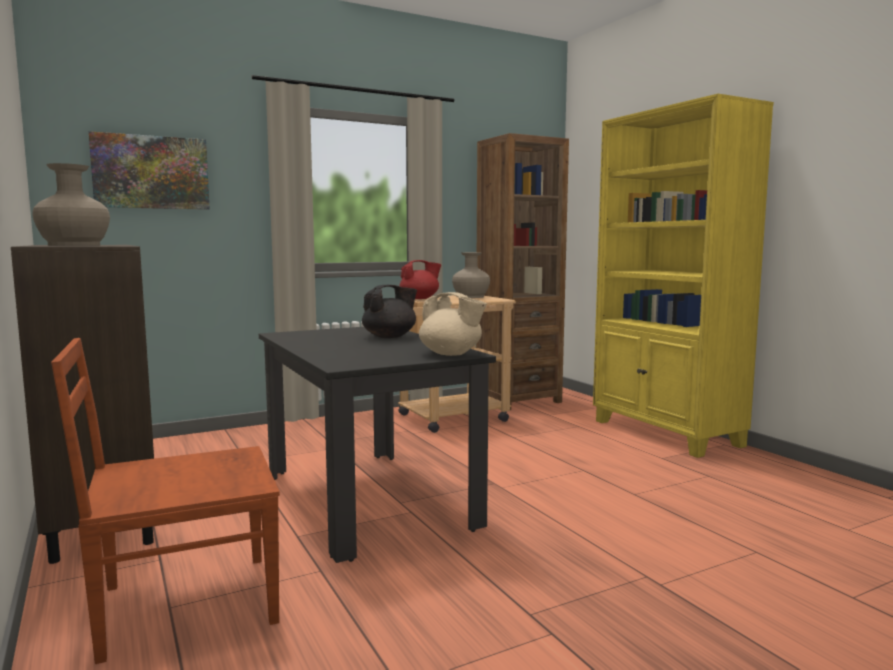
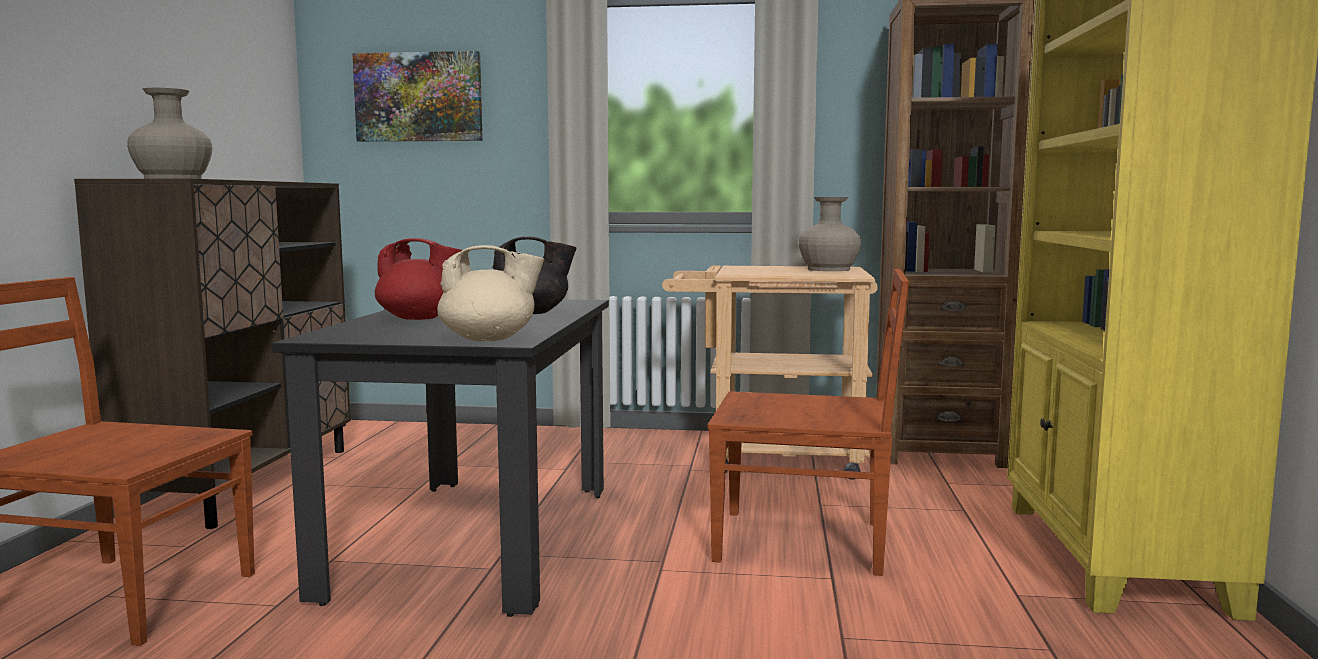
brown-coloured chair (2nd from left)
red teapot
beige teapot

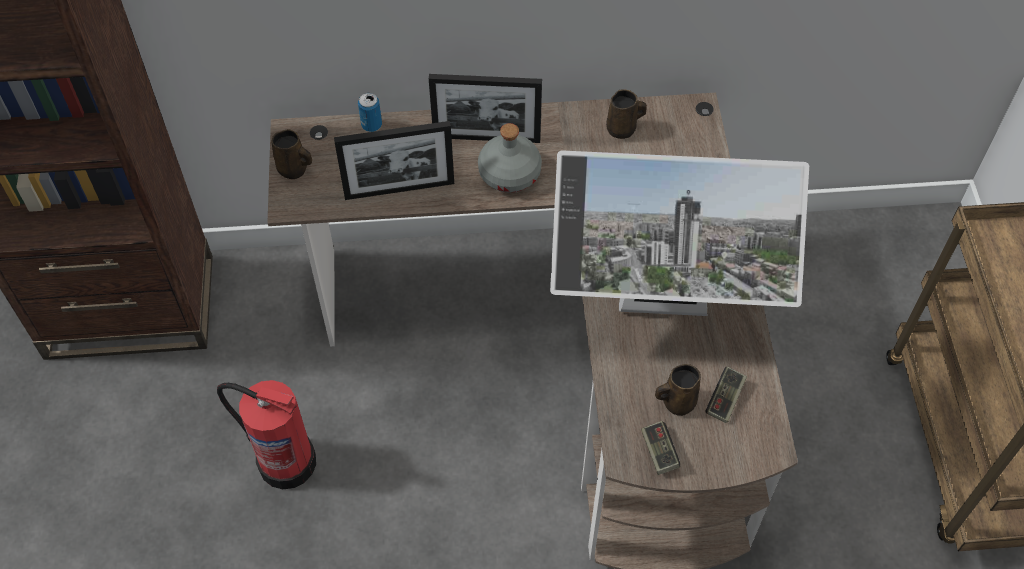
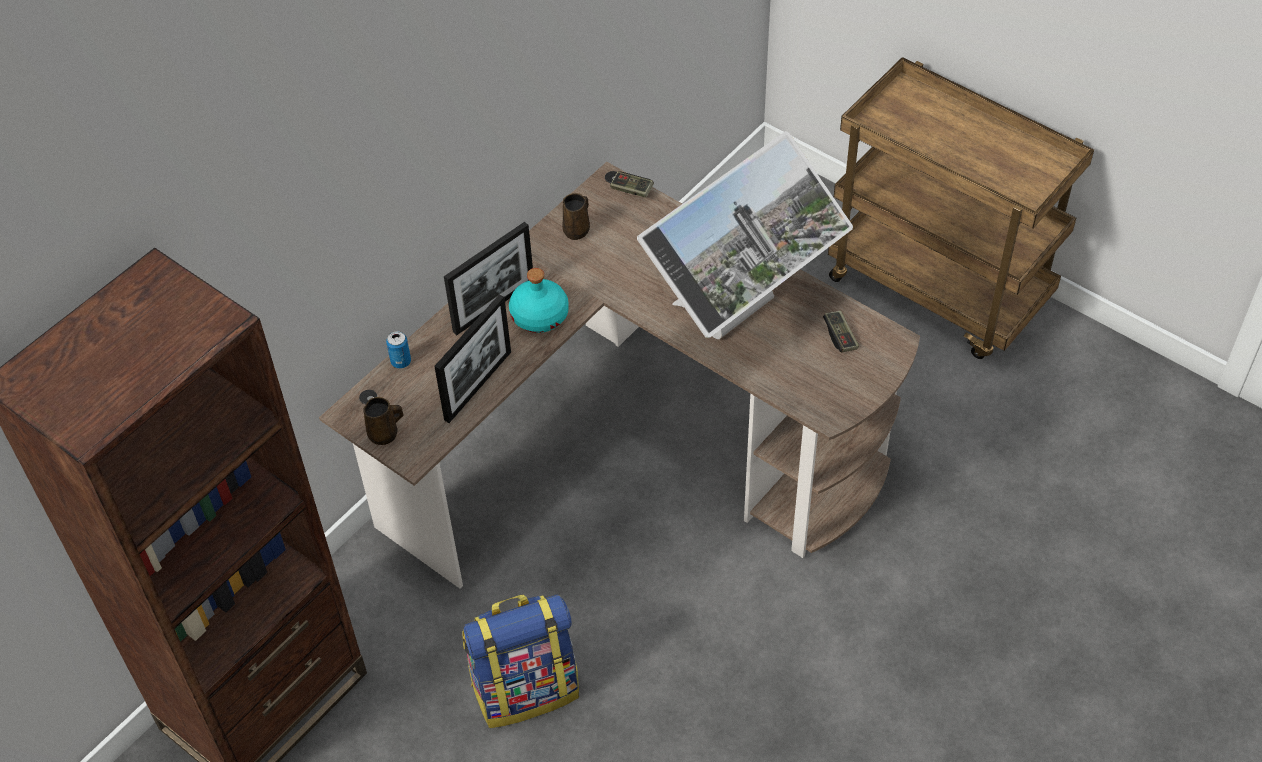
brown-coloured mug (3rd from left in the first image)
joypad (1st from left)
rucksack
turquoise bottle

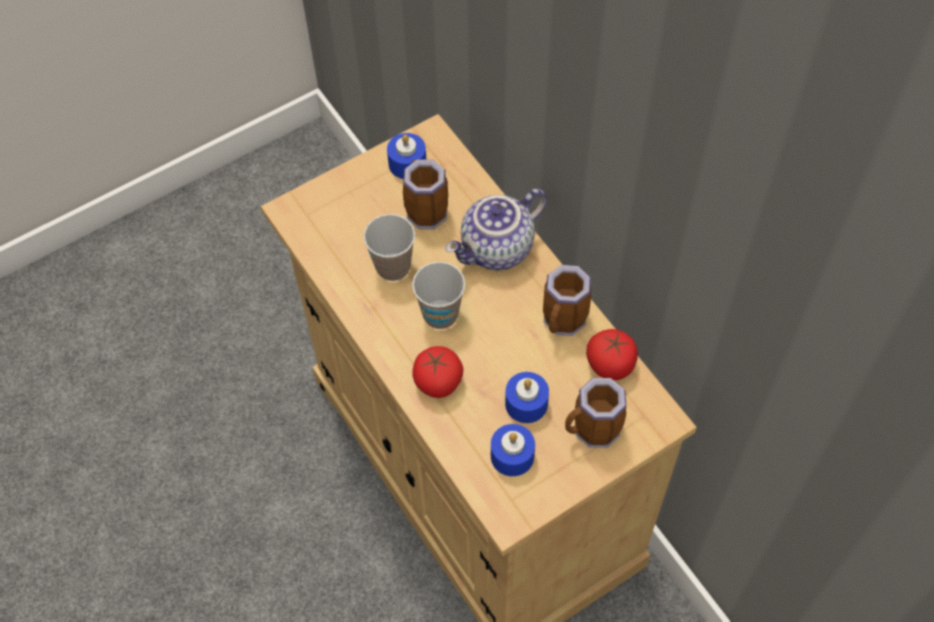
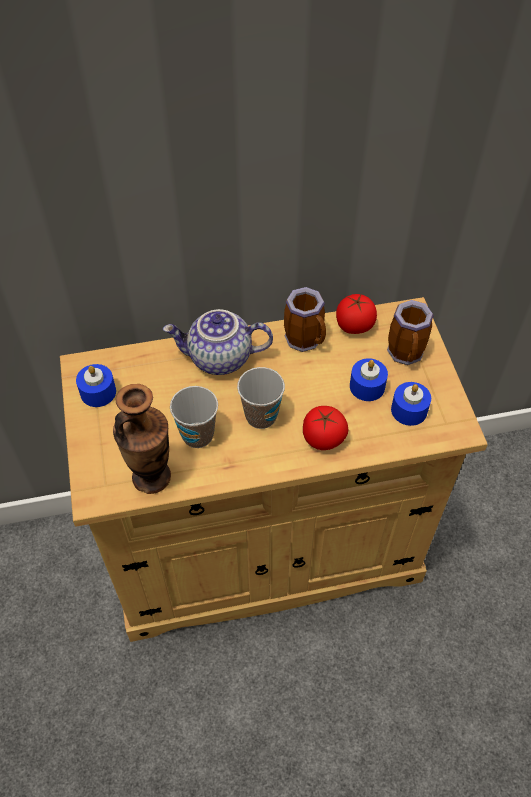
mug (1st from left in the first image)
decorative vase
teapot

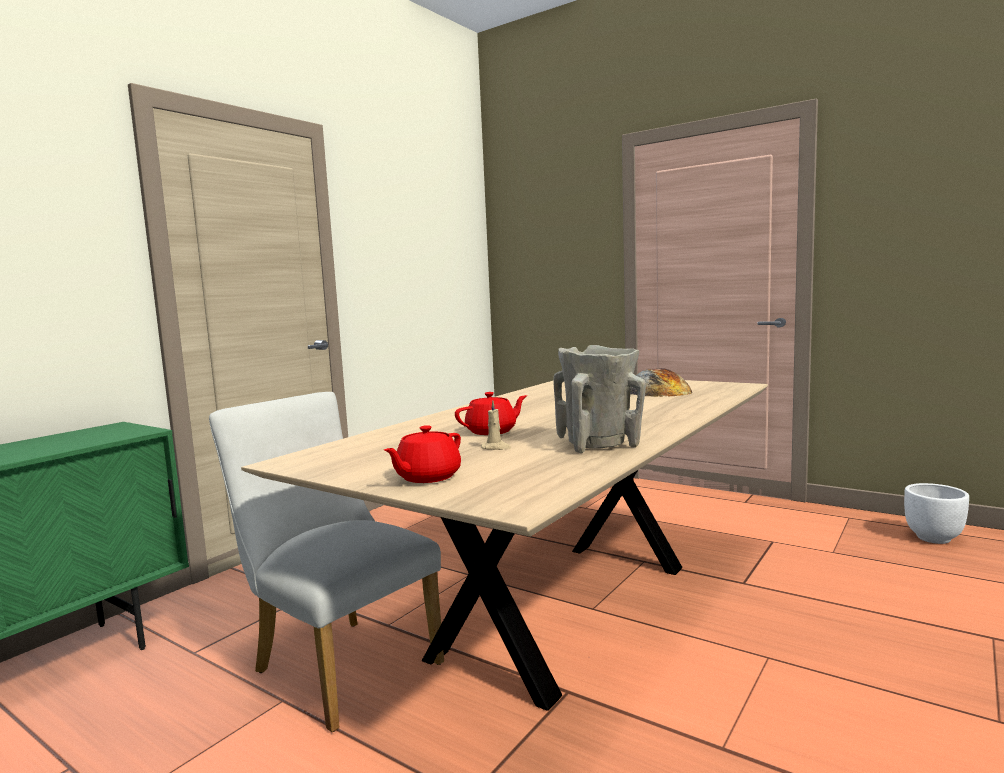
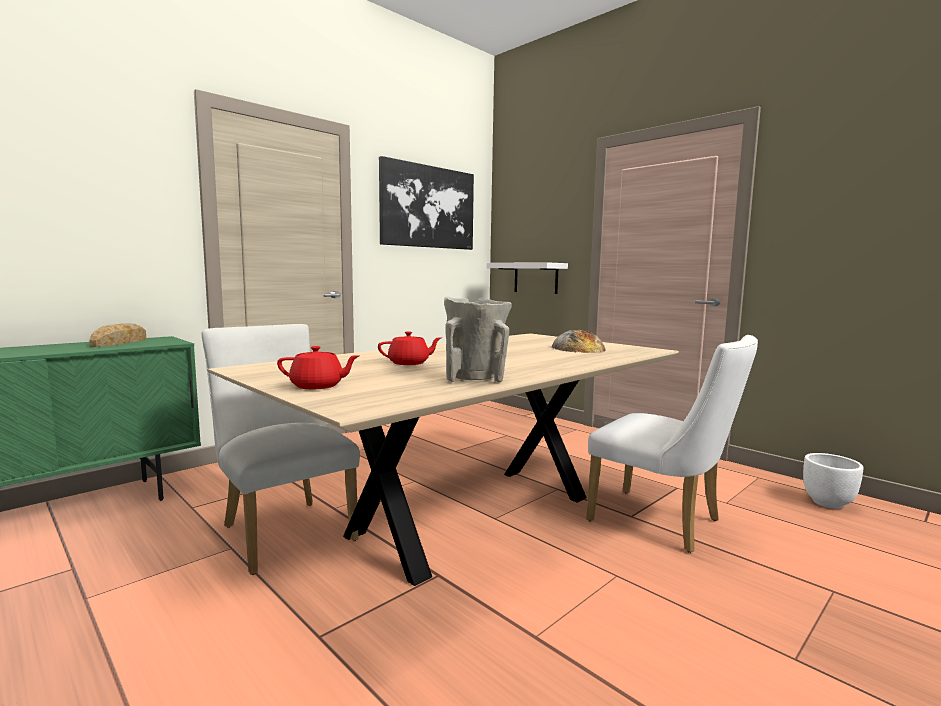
beige candle
bakery bread (1st from left)
picture
whitish shelf
whitish chair (2nd from left)
red teapot (1st from left)

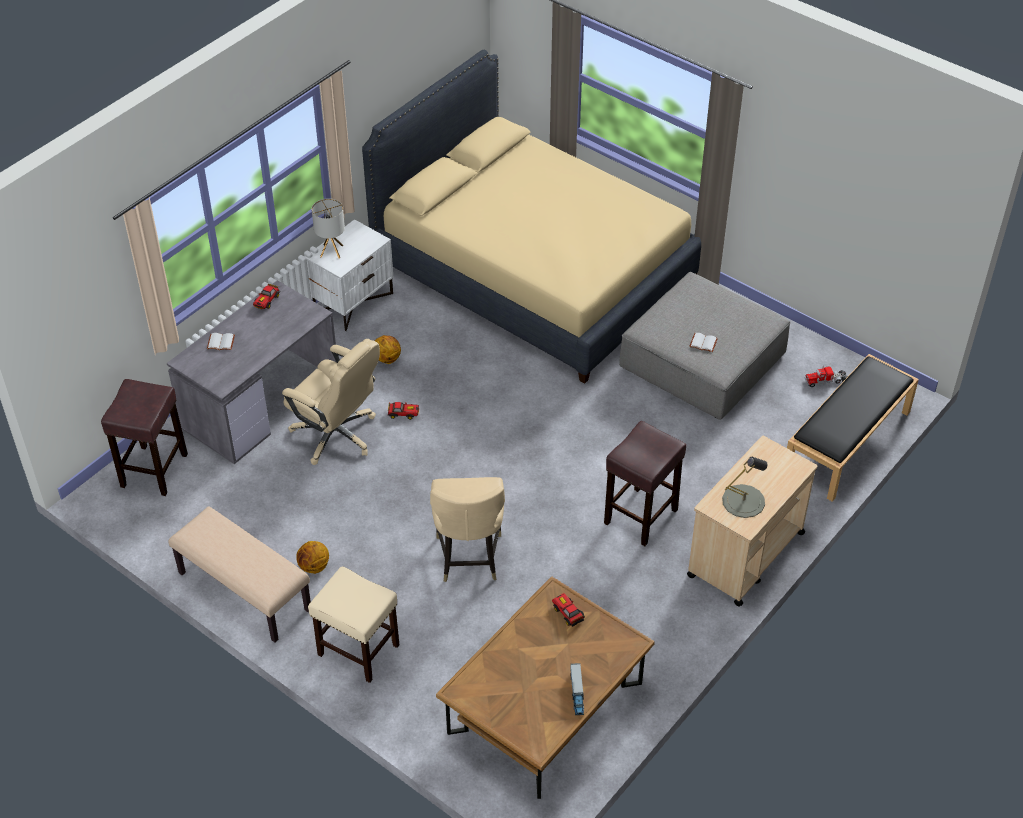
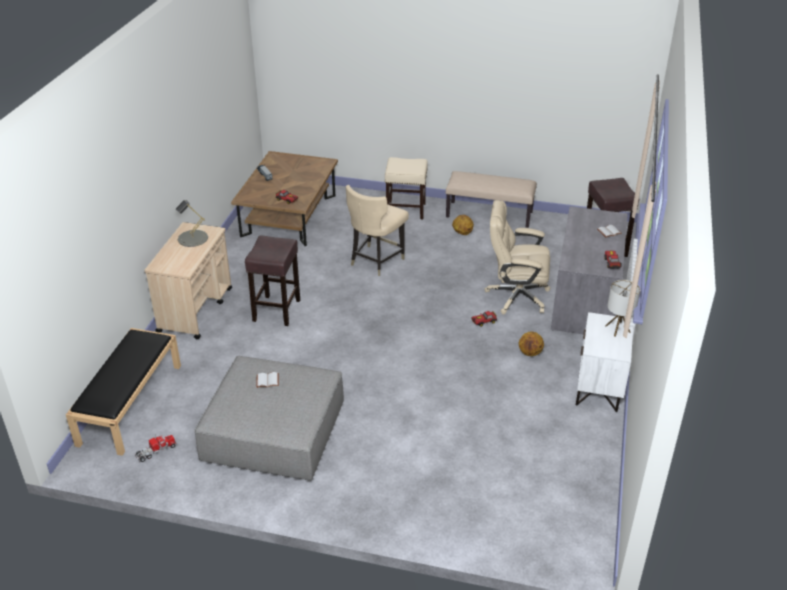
beige sleeping bed
beige chair

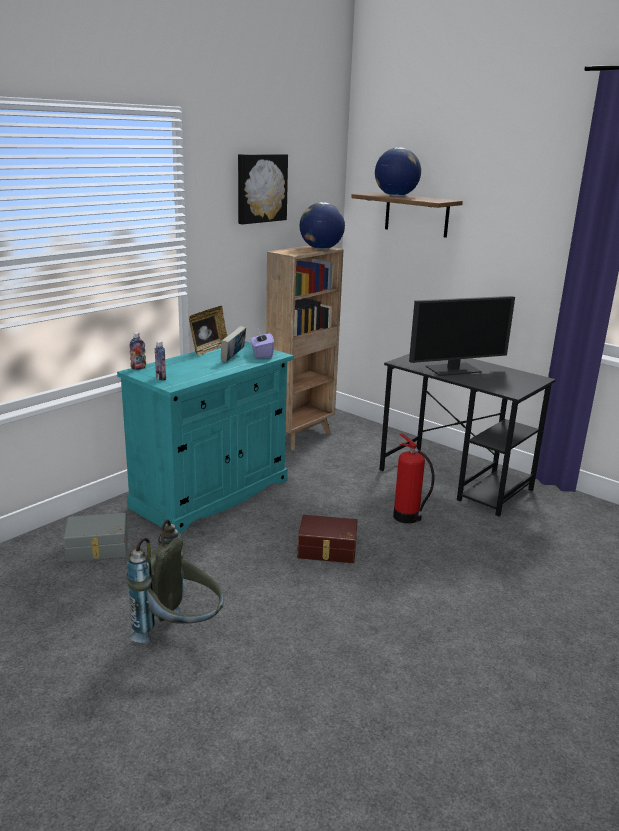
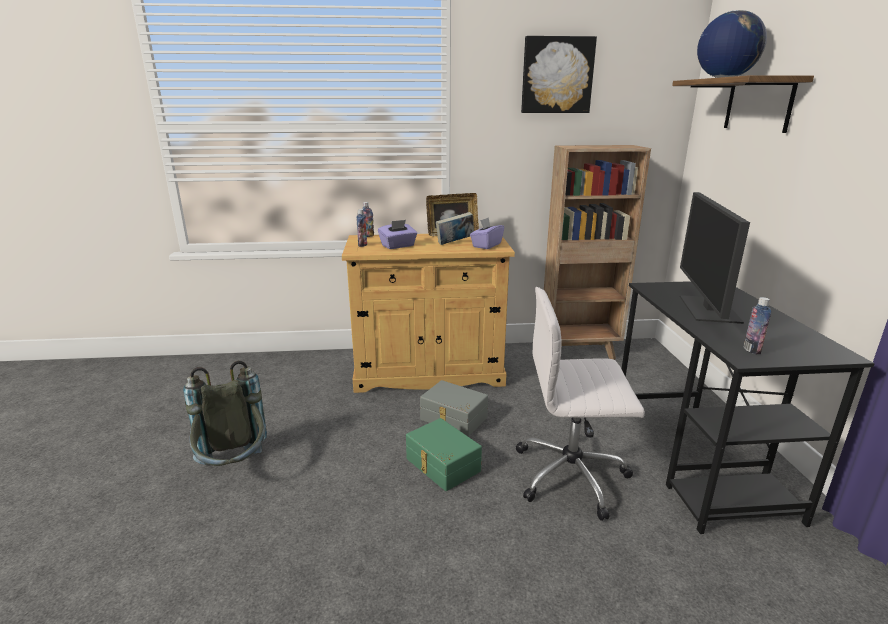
globe (1st from left in the first image)
purple-coloured box of tissues (1st from left)
bottle (3rd from left)
gray storage container
whitish computer chair
beige cupboard
green-coloured storage container
computer display

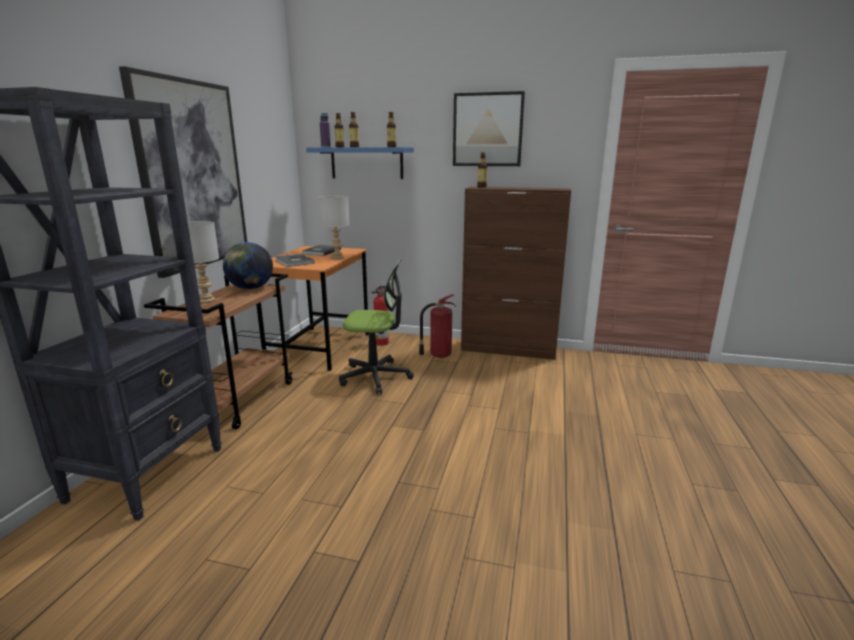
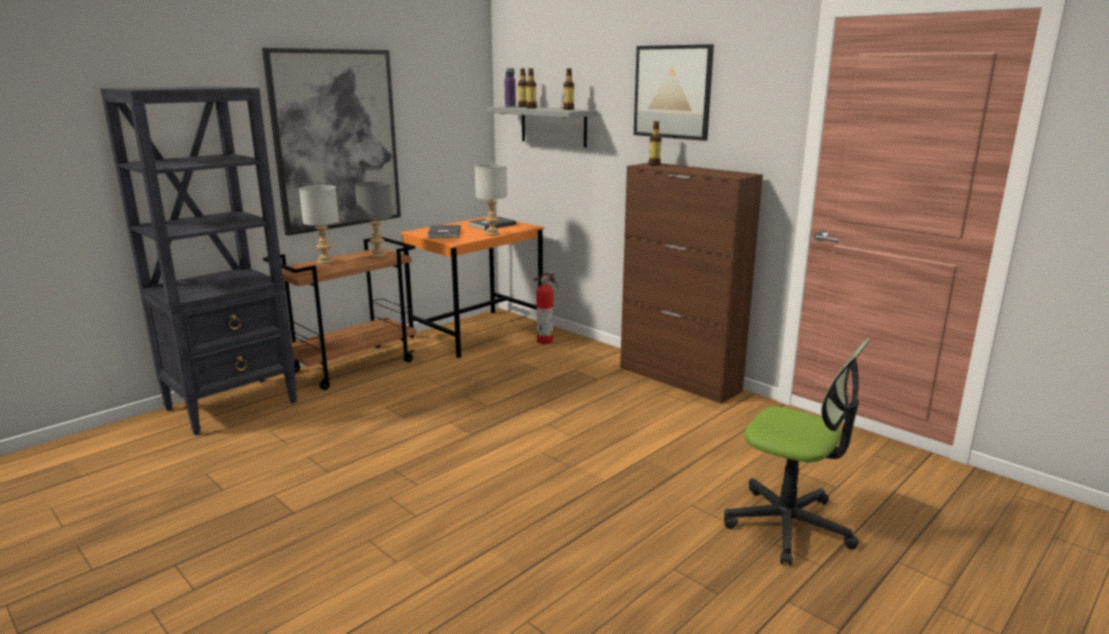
fire extinguisher (2nd from left in the first image)
computer chair
gray lamp for a table (2nd from left)
gray shelf

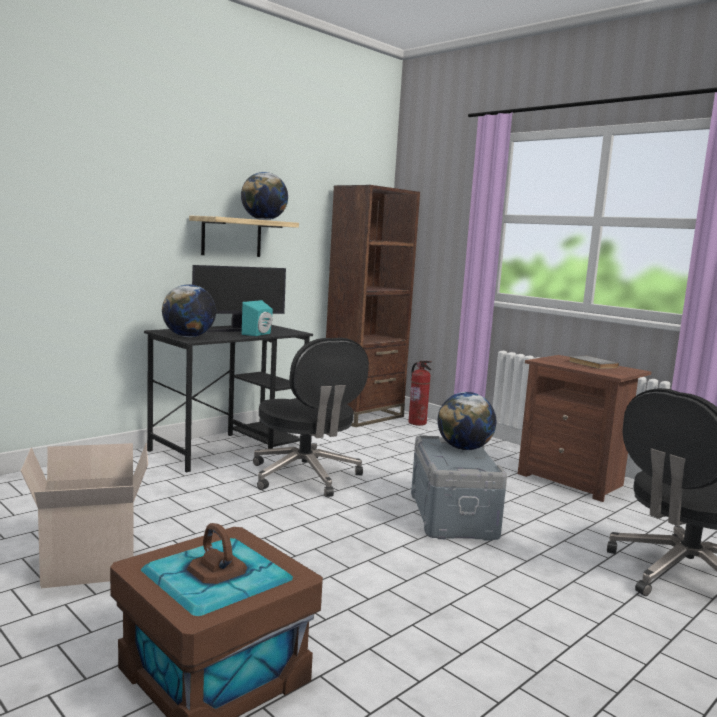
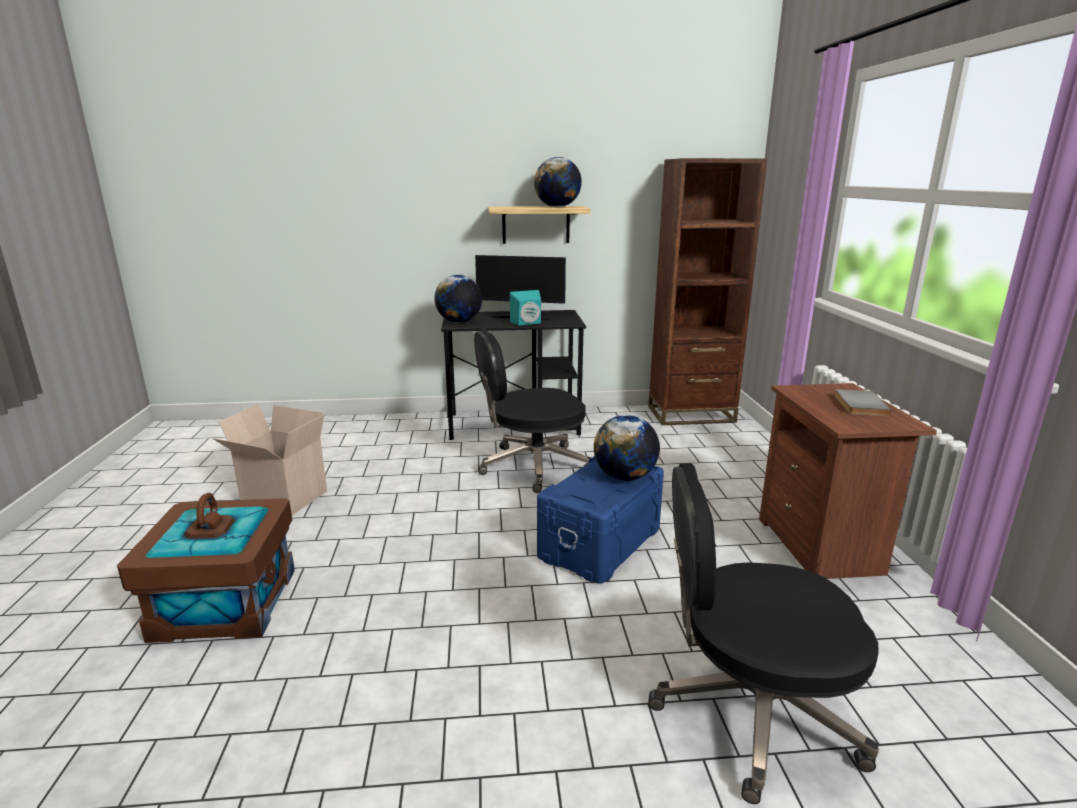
fire extinguisher
blue storage container
blackish computer chair (1st from left)

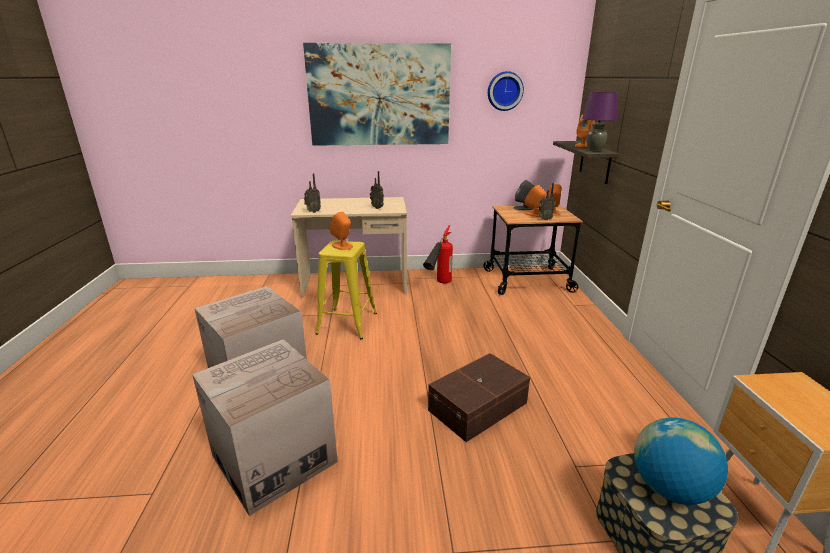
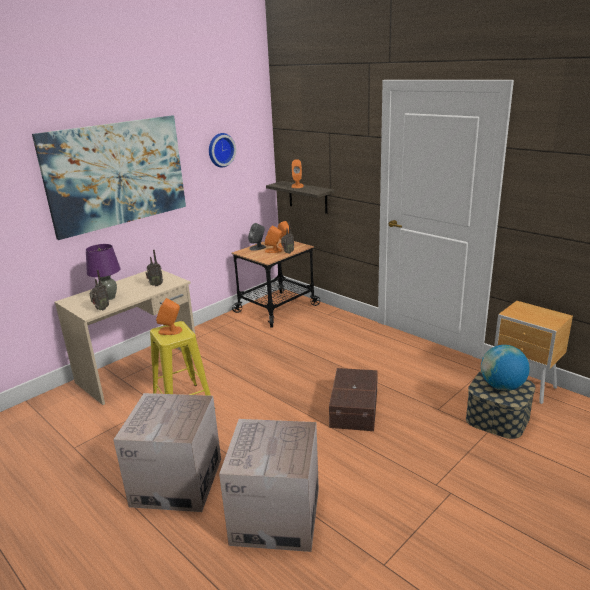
fire extinguisher
purple-coloured lamp for a table

